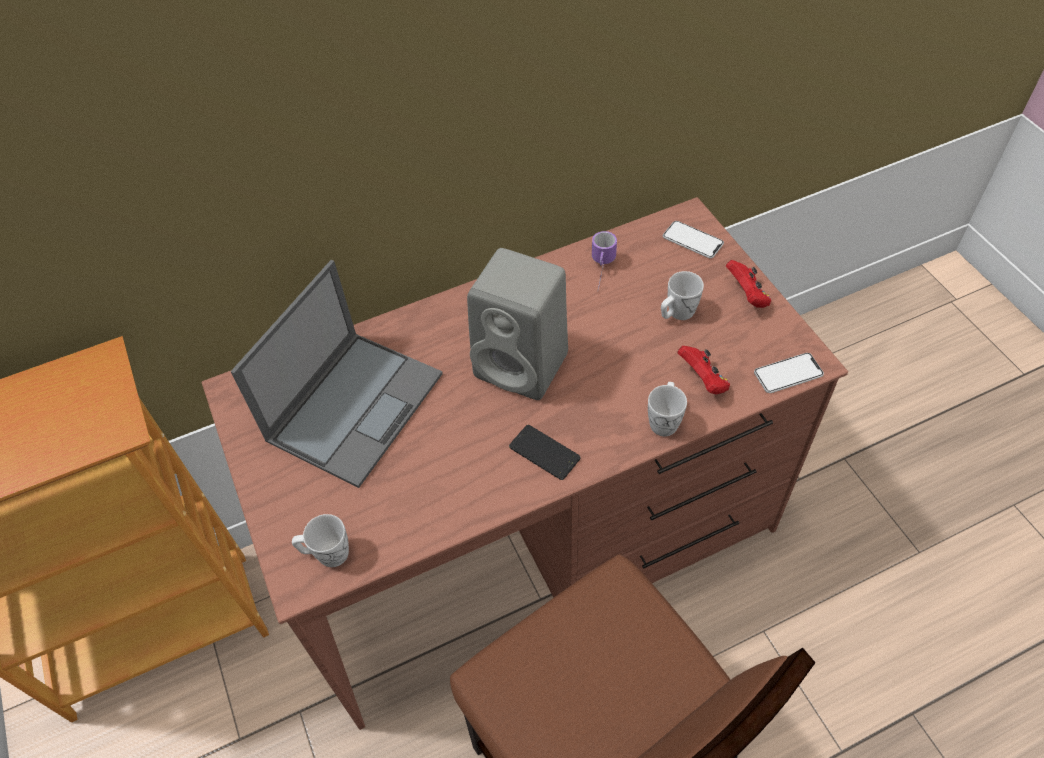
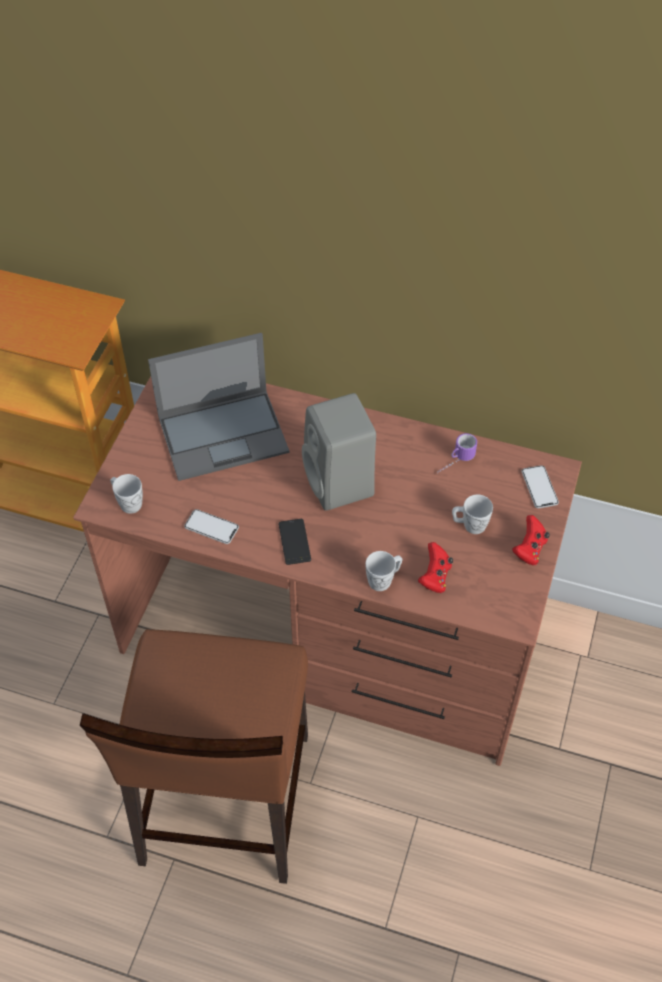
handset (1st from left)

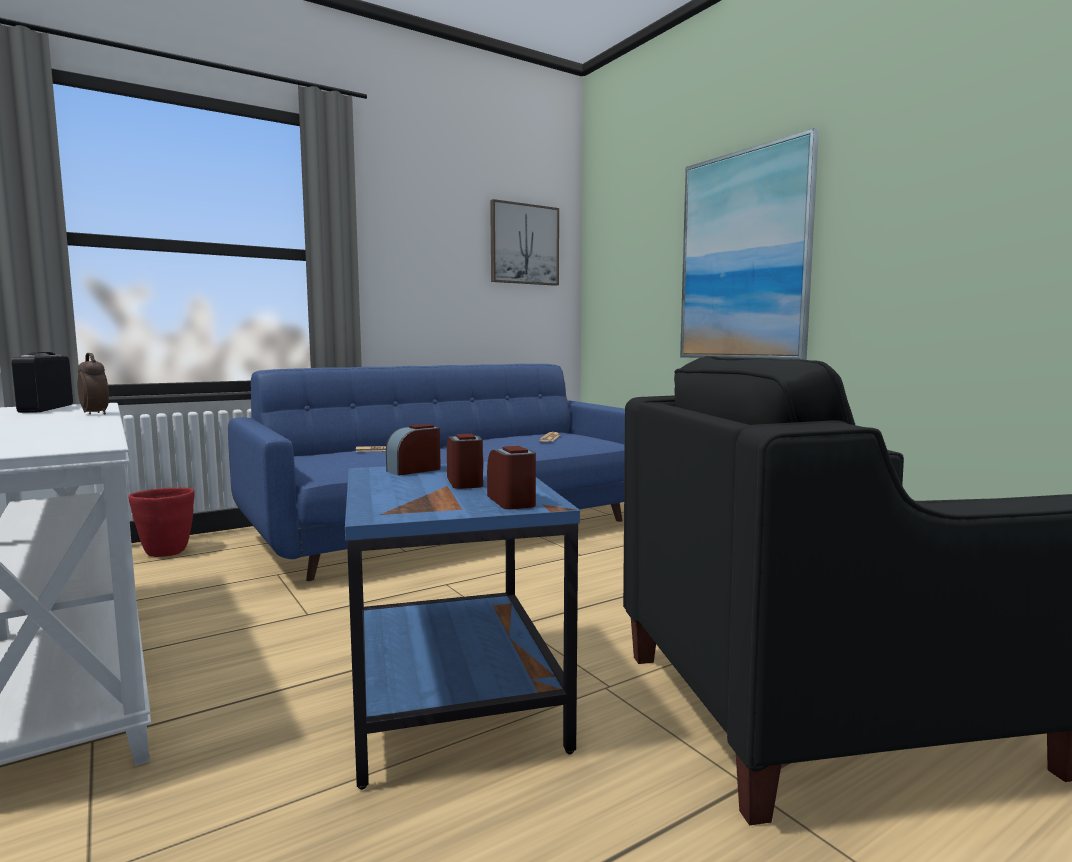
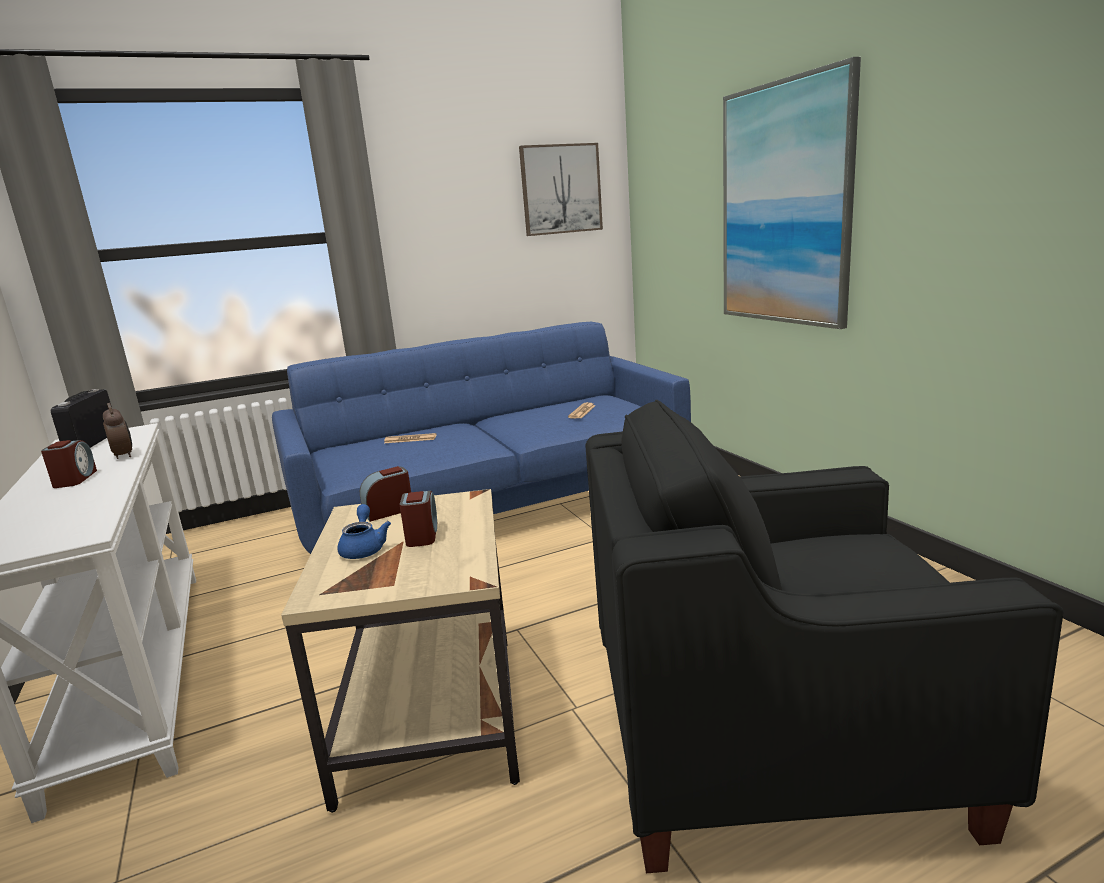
red plant pot
blue teapot
alarm clock (1st from left)
beige accent table

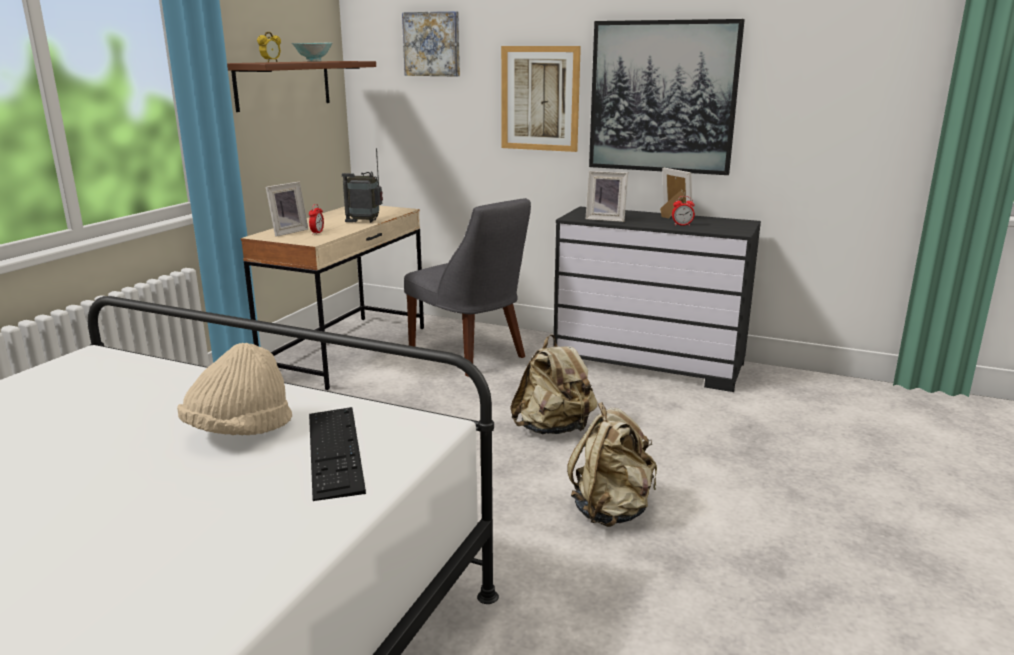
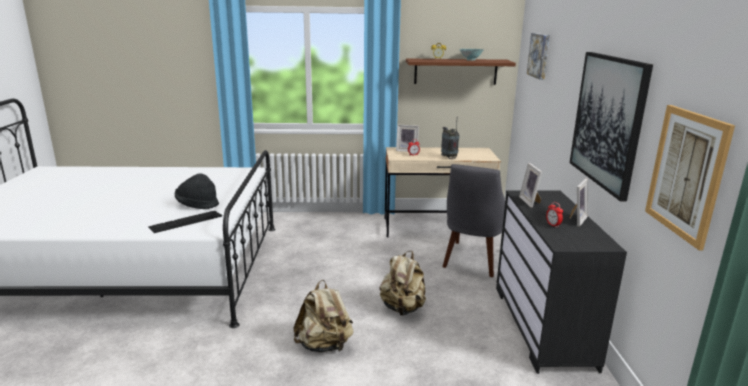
picture (3rd from left)
blackish hat

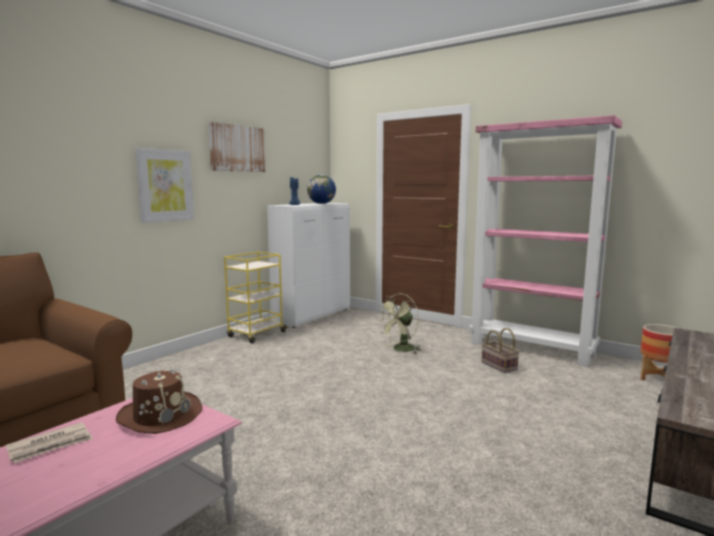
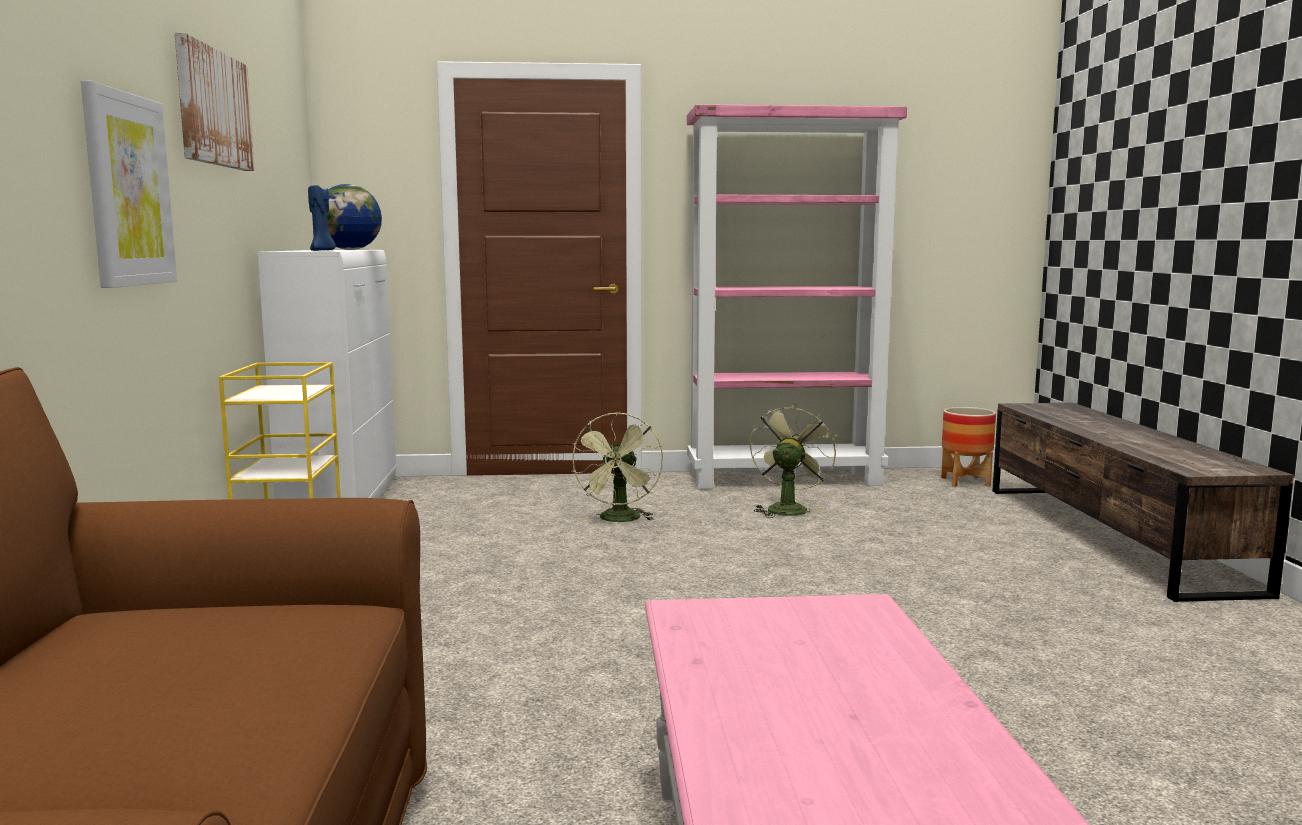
newspaper
brown-coloured hat
green-coloured fan (2nd from left)

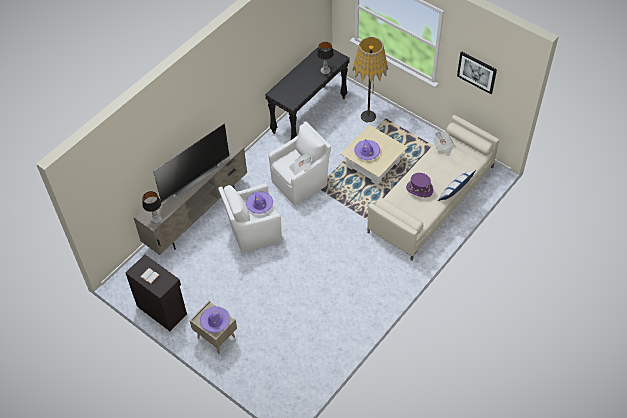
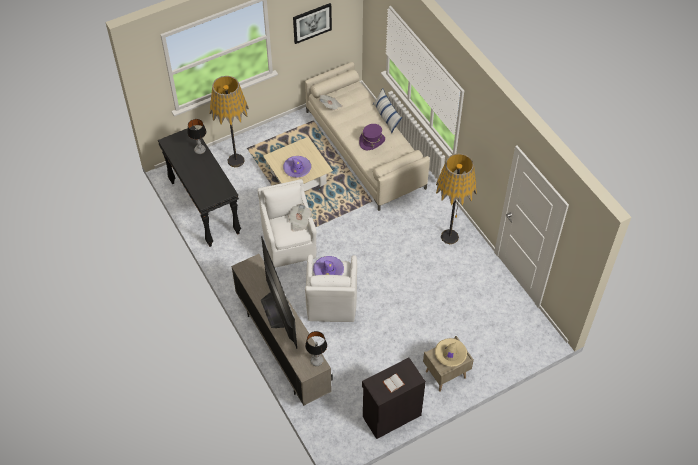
standard lamp (2nd from left)
beige hat

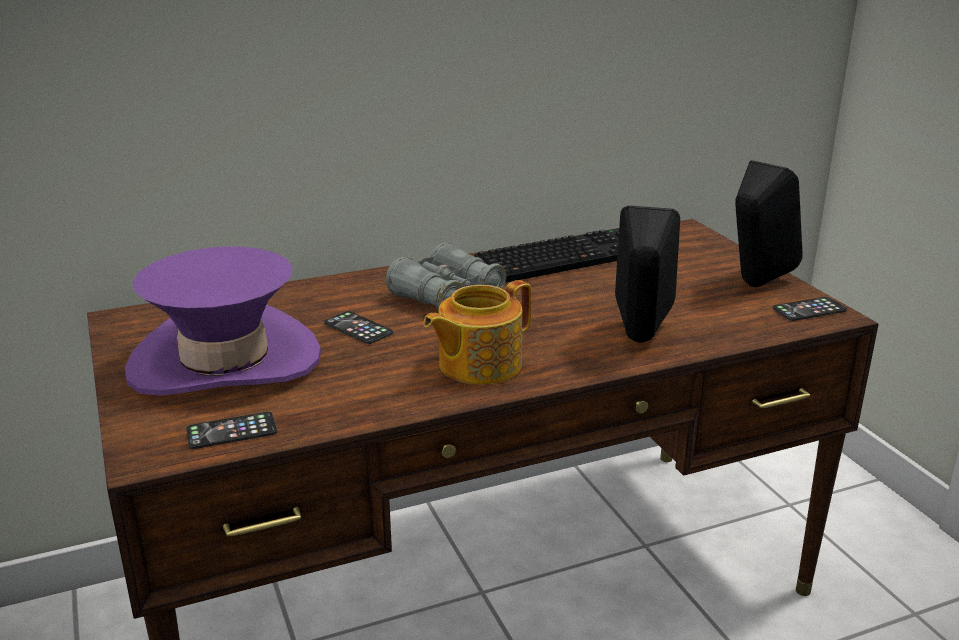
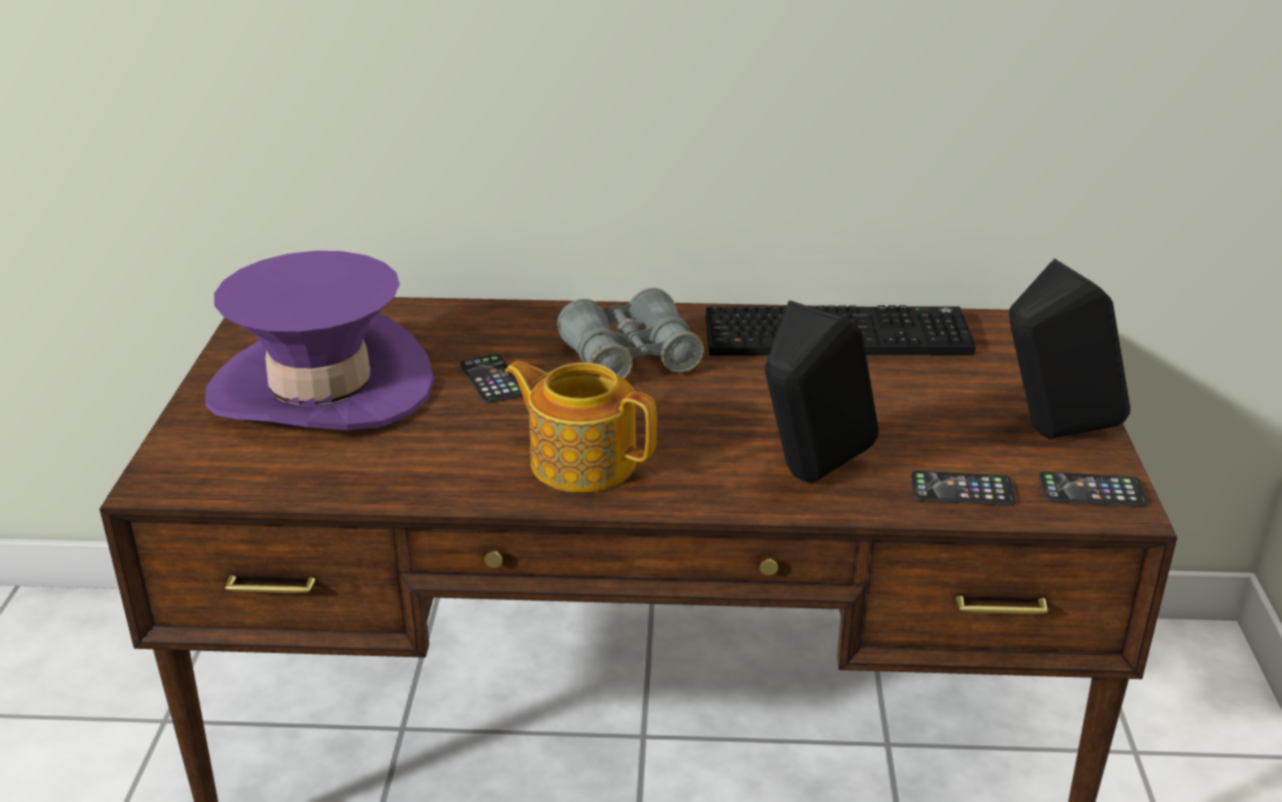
handset (2nd from left)
teapot

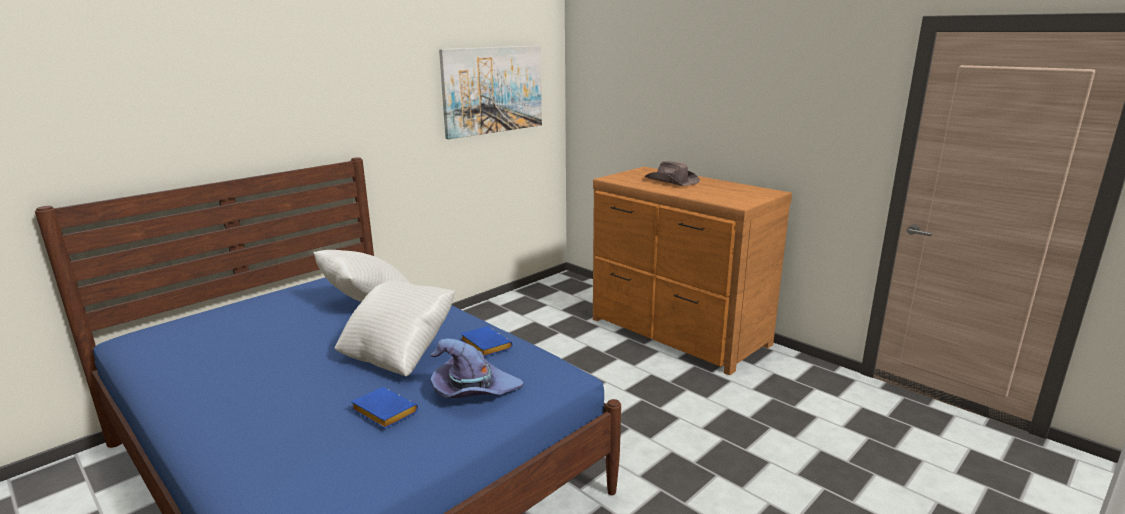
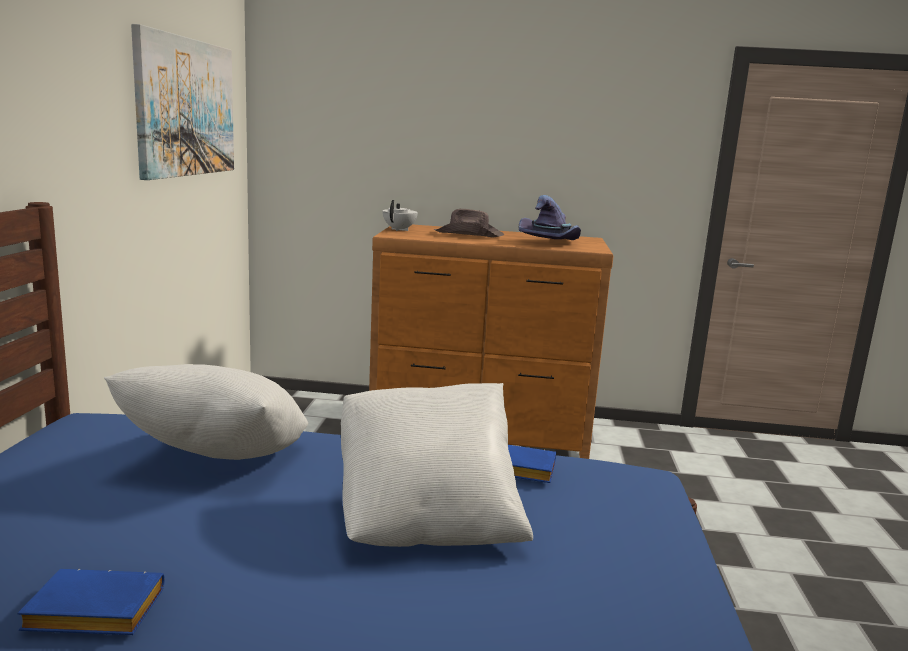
whitish teapot
blue volume (1st from left)
purple-coloured hat

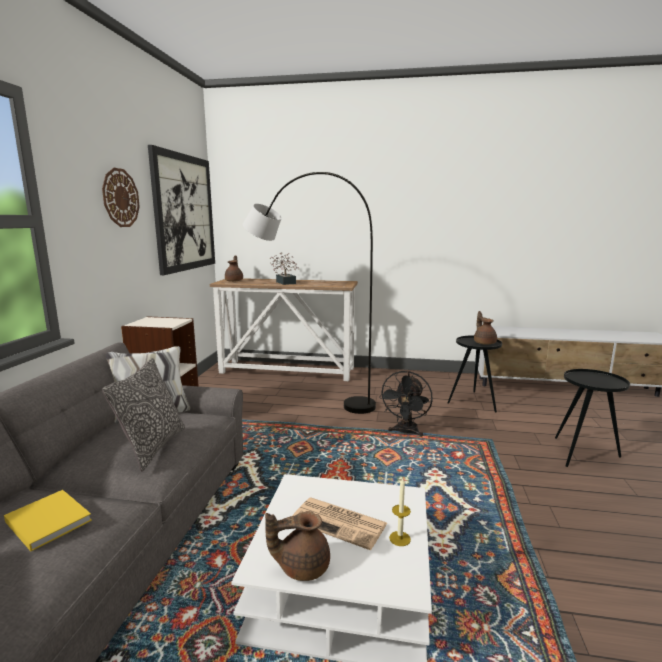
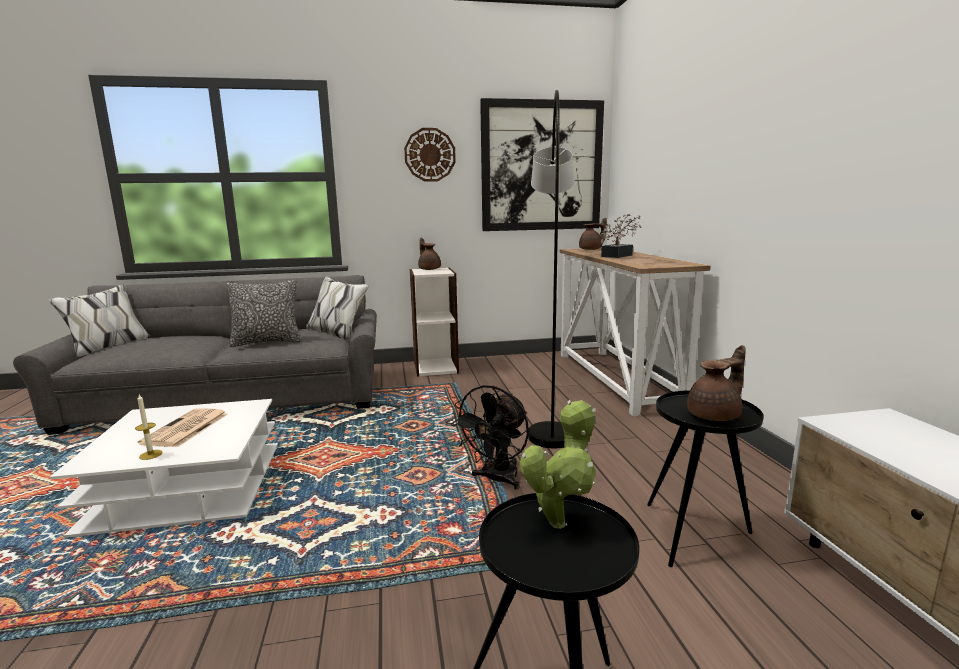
yellow volume
houseplant (1st from left)
brown-coloured teapot (1st from left)
blackish fan

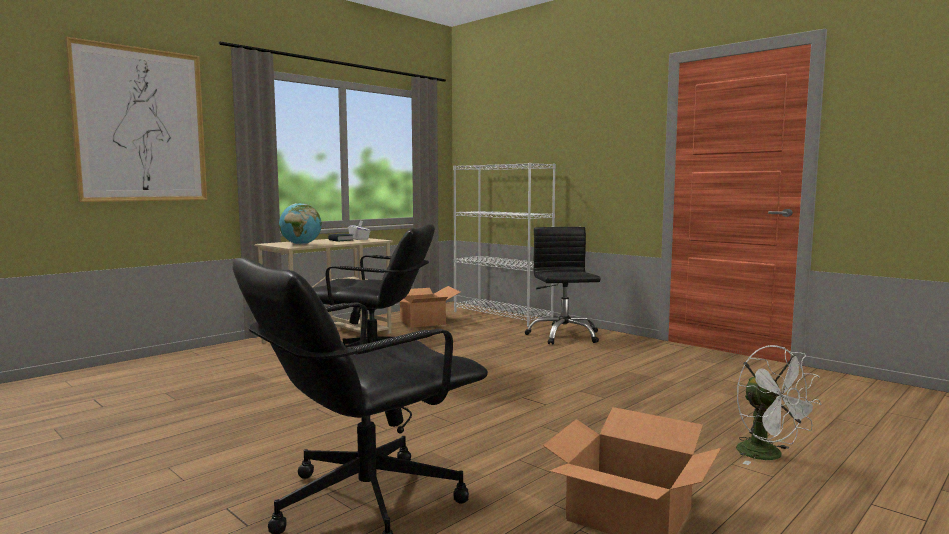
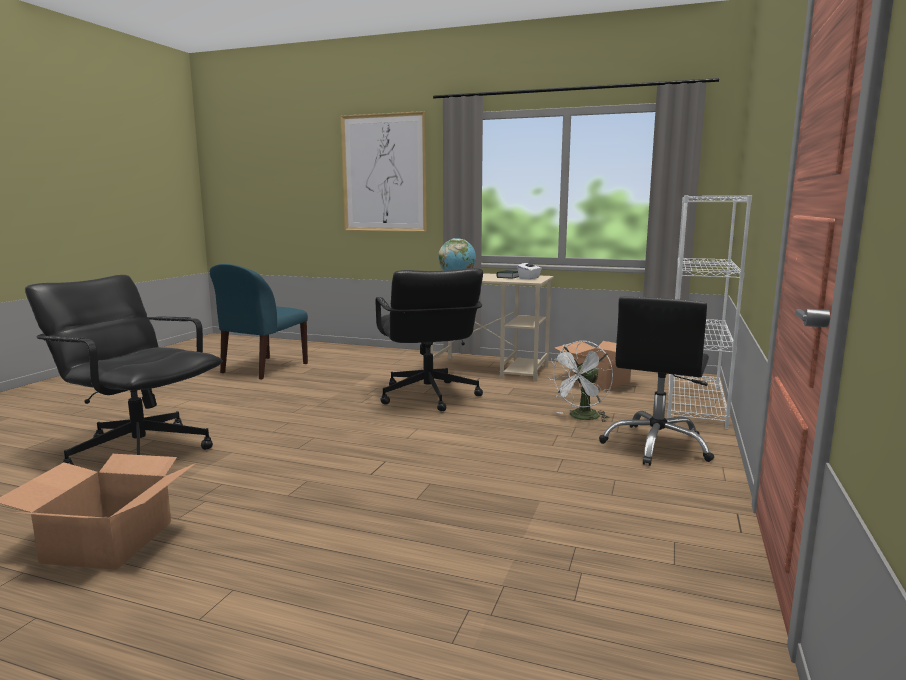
blue chair
whitish fan
blackish computer chair (3rd from left)

